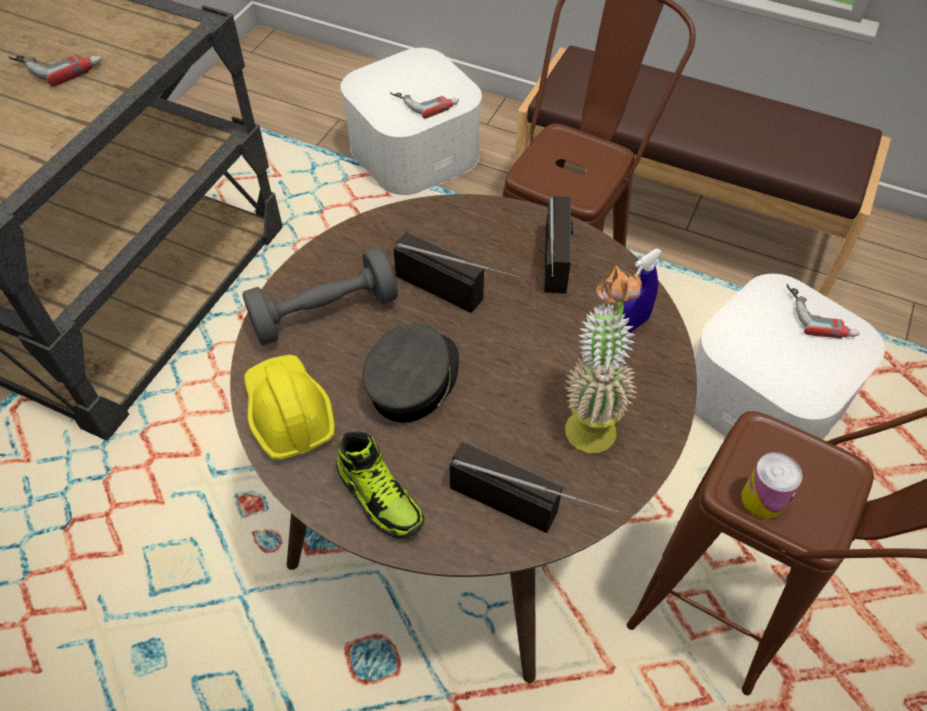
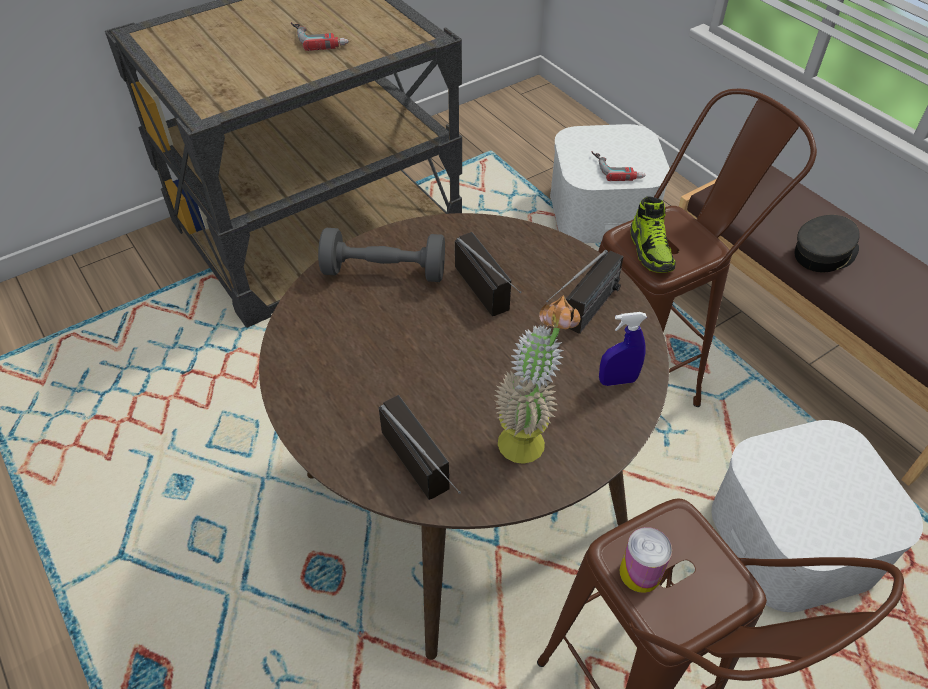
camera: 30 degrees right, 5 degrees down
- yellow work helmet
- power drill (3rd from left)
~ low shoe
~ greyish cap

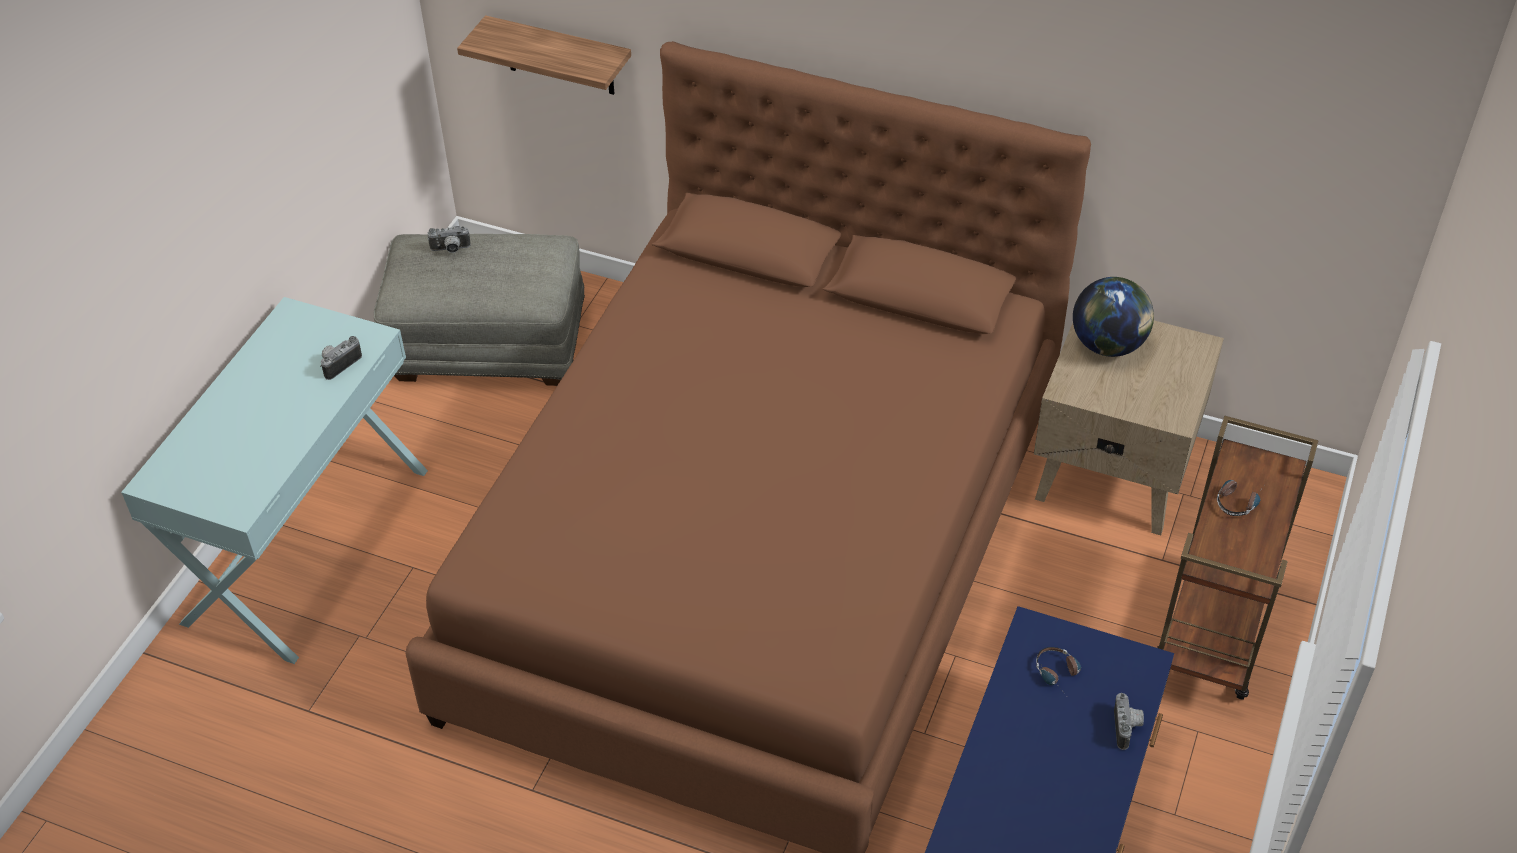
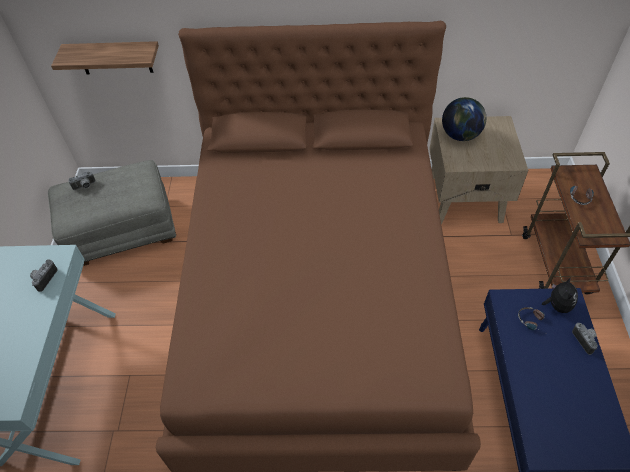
camera: 20 degrees left, 5 degrees up
+ soft toy

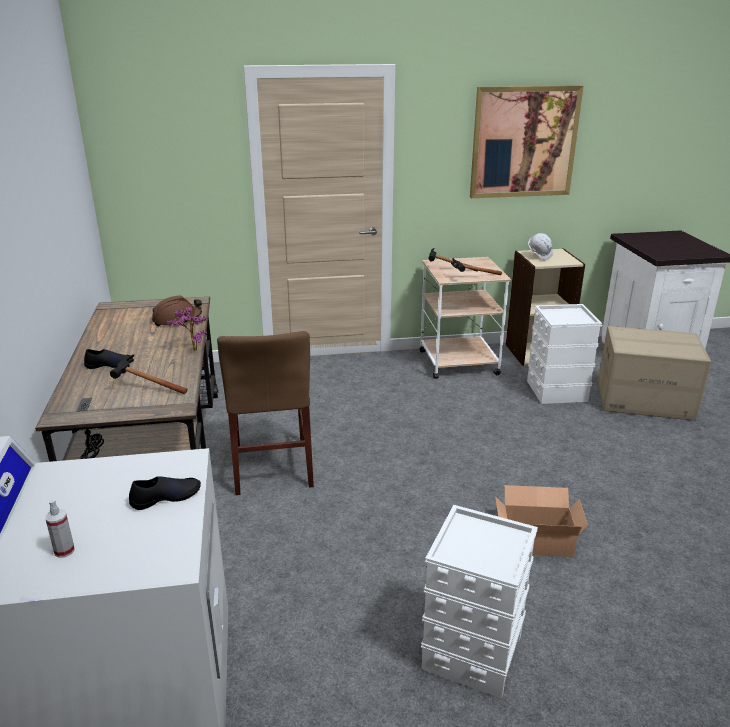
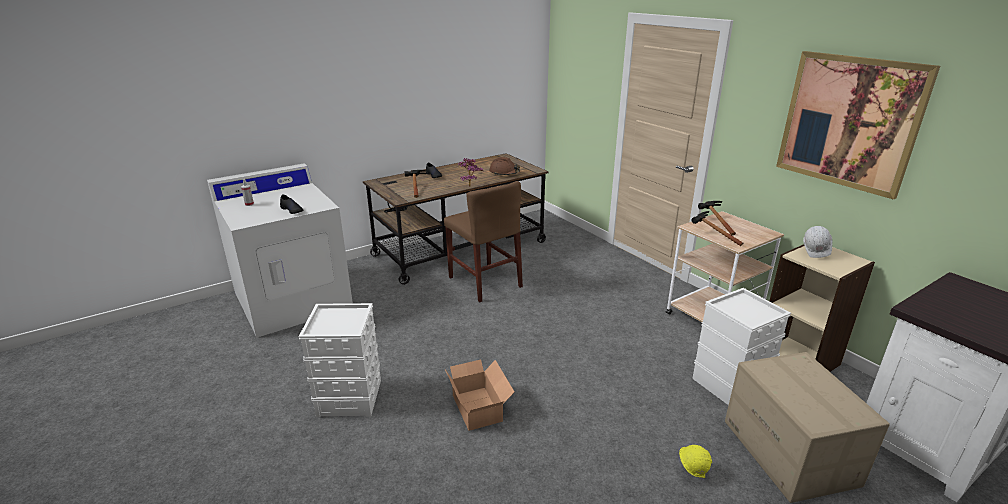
camera: 65 degrees right, 0 degrees up
+ yellow work helmet
~ brown-coloured chair 90 degrees counterclockwise

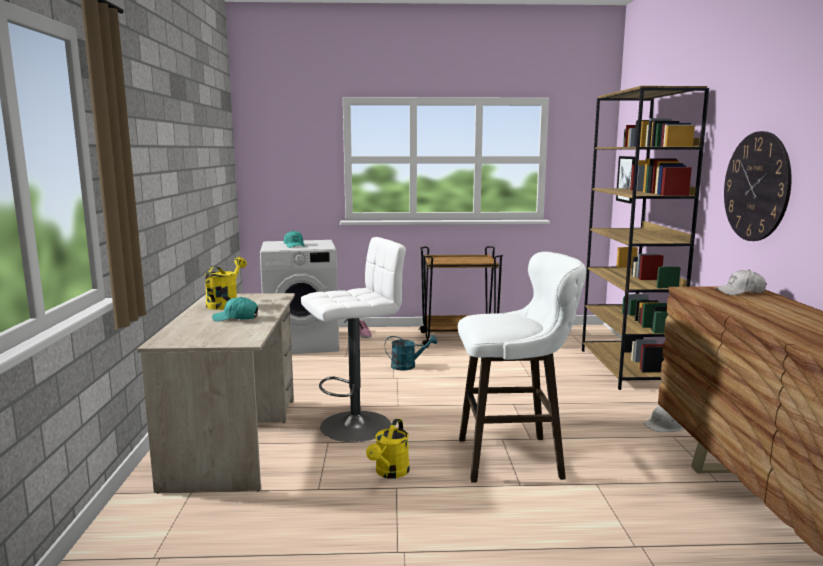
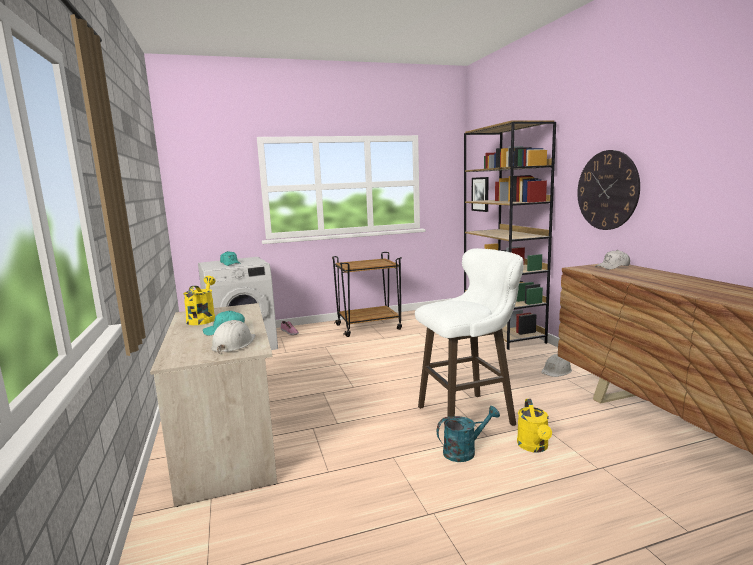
camera: 15 degrees left, 0 degrees up
- white stool (1st from left)
+ white work helmet (1st from left)
~ yellow watering pot (2nd from left)
~ turquoise-coloured watering pot

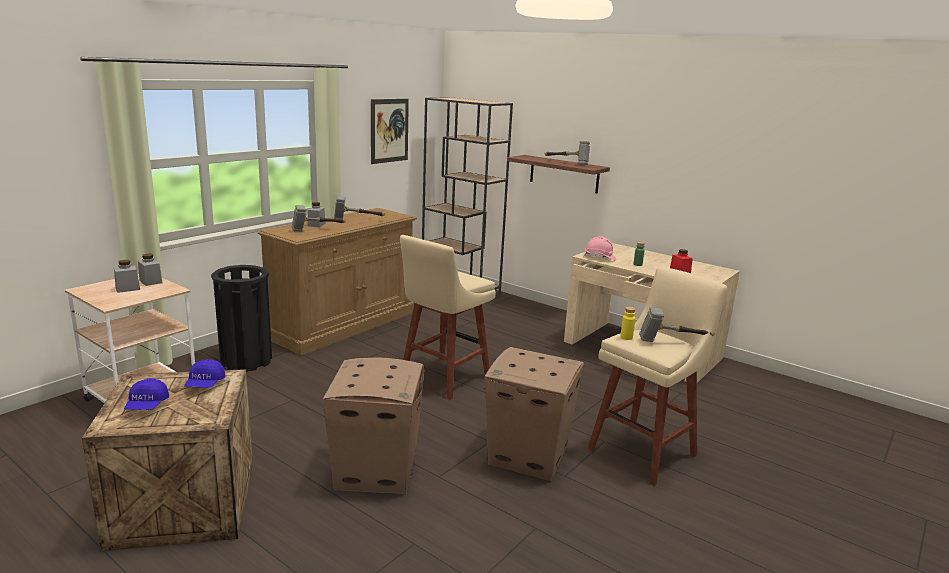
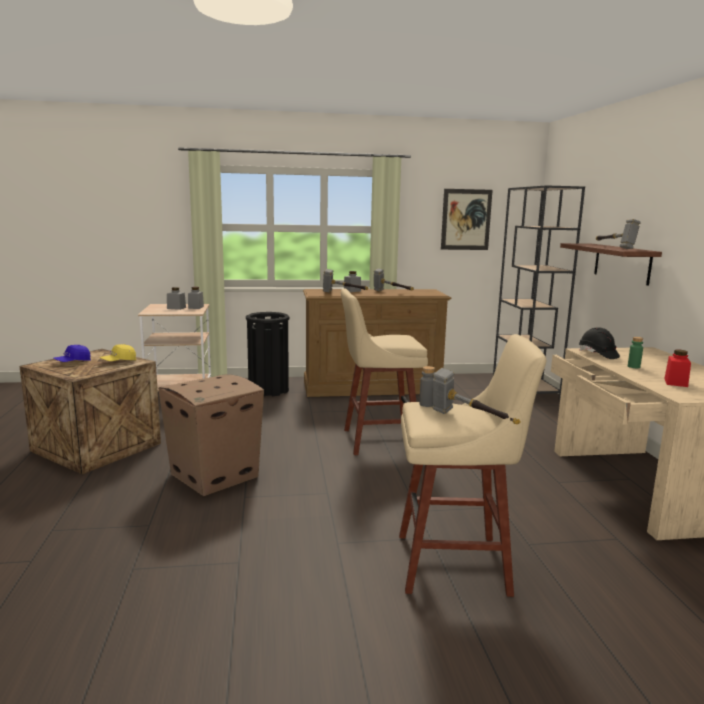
camera: 45 degrees right, 5 degrees down
- packing box (2nd from left)
~ blue-coloured cap (2nd from left) to yellow cap
~ pink work helmet to black-coloured work helmet
~ yellow bottle to greyish bottle

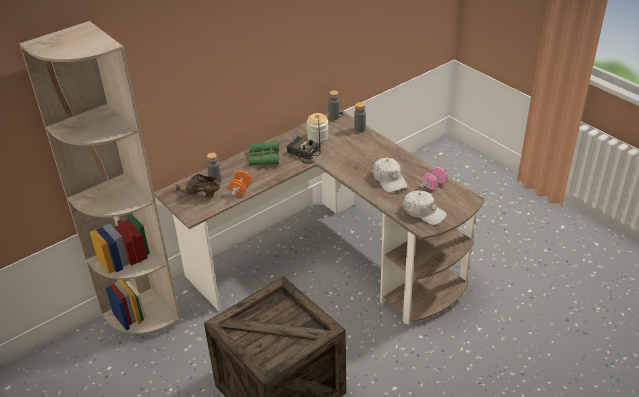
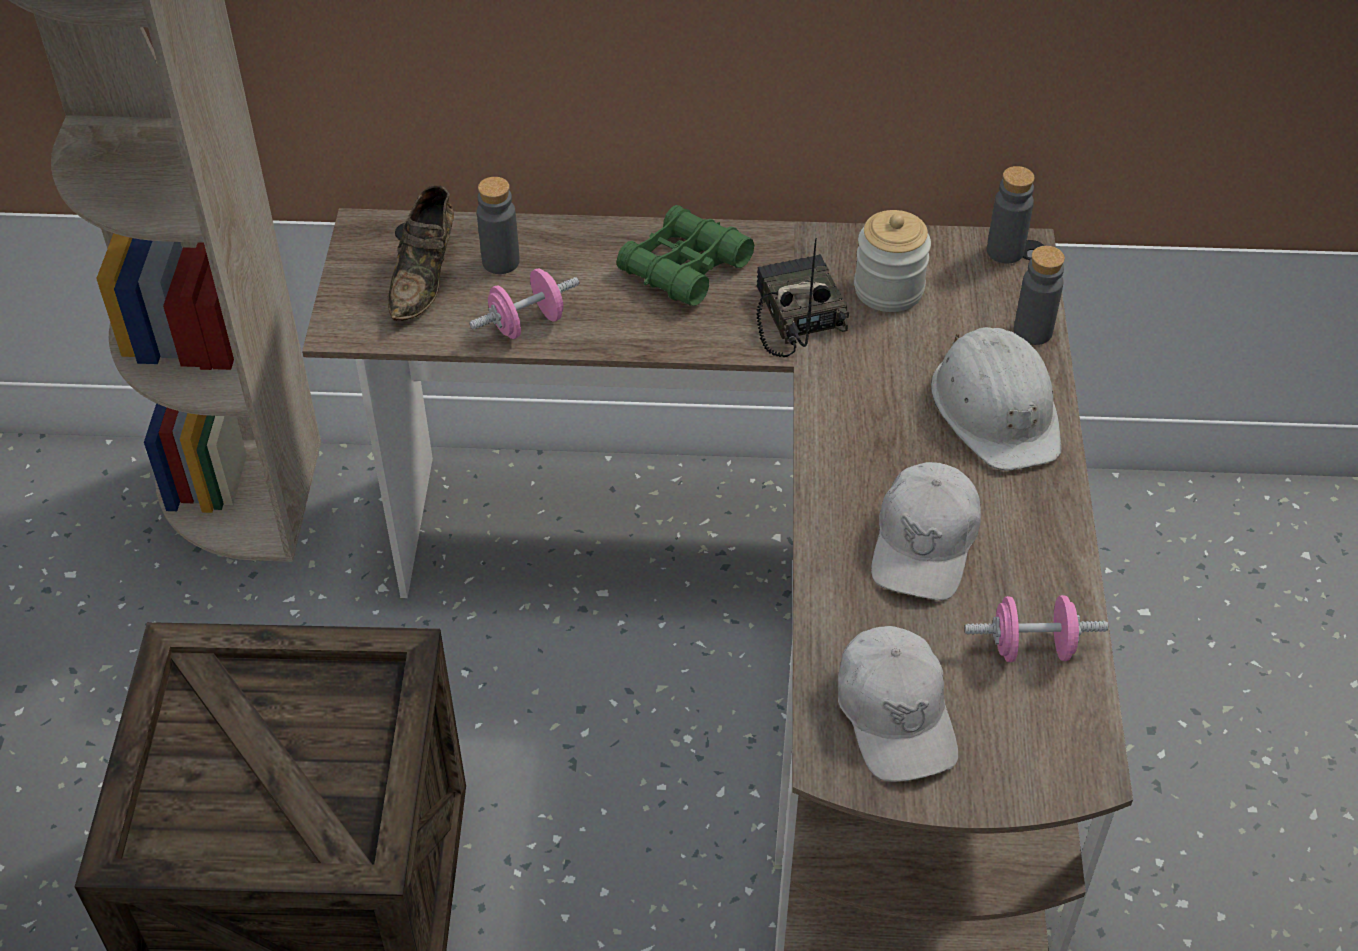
camera: 40 degrees right, 10 degrees up
+ white work helmet
~ orange hand weight to pink hand weight (1st from left)
~ brown-coloured low shoe 135 degrees counterclockwise

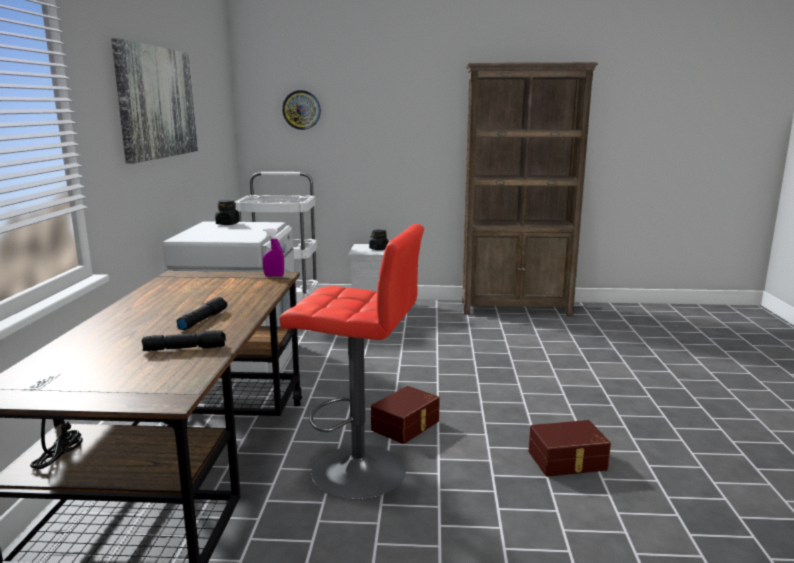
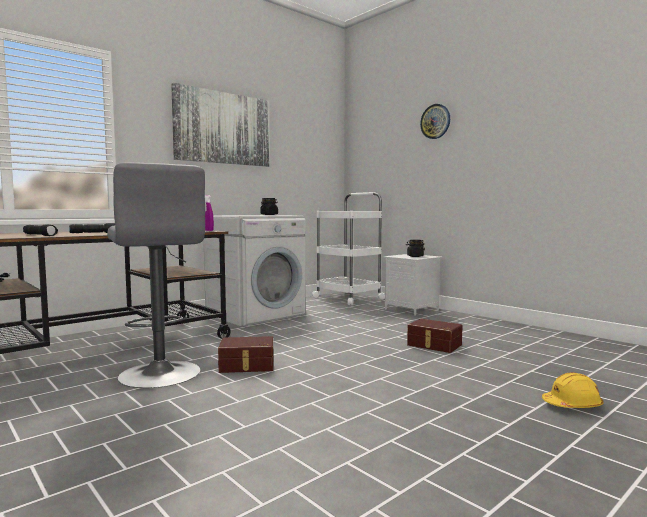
camera: 45 degrees right, 10 degrees down
- brown-coloured shelving unit
+ yellow work helmet
~ clock on the wall
~ brown-coloured storage box (2nd from left)
~ red-coloured stool to greyish stool

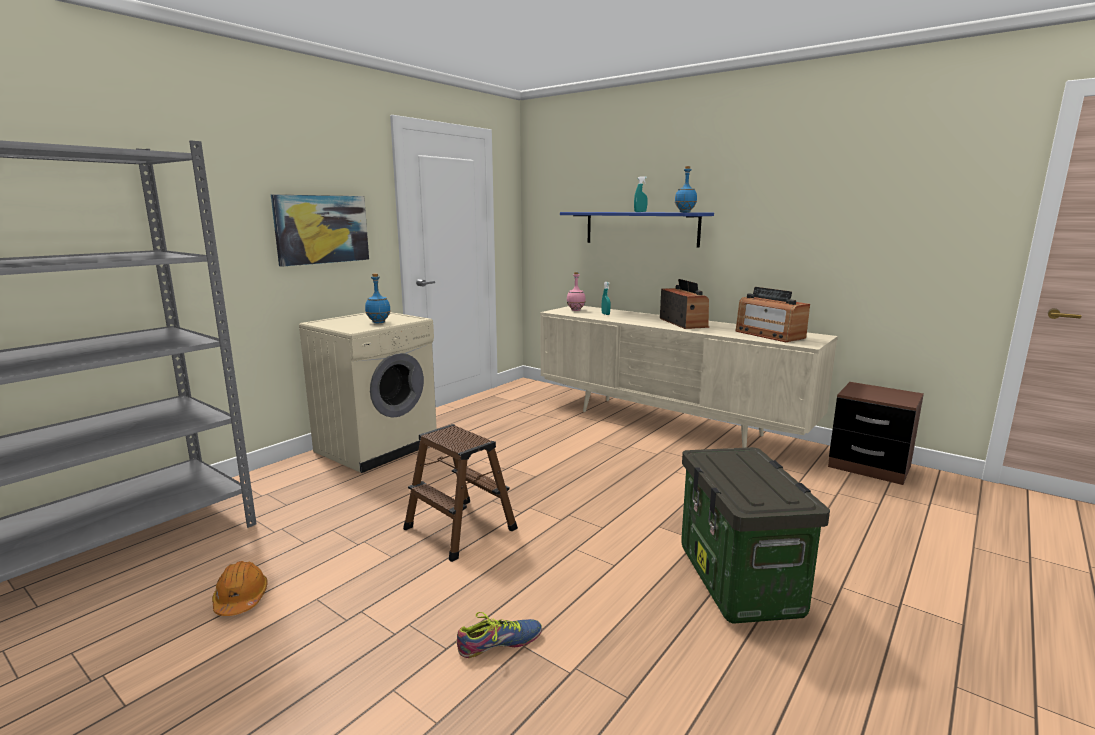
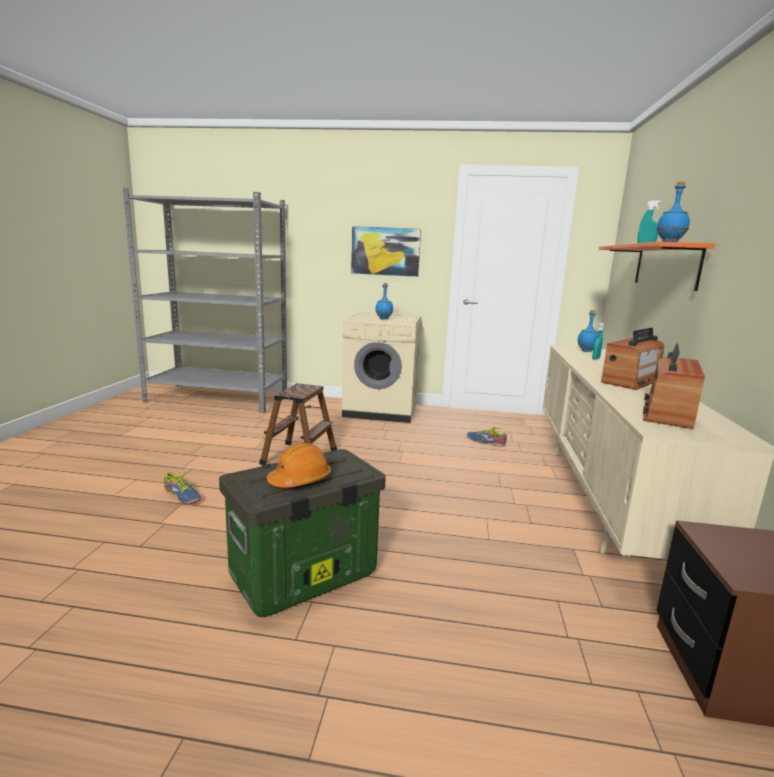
camera: 60 degrees right, 0 degrees up
+ low shoe (2nd from left)
~ orange work helmet
~ blue-coloured shelf to orange shelf
~ pink bottle to blue-coloured bottle (2nd from left)

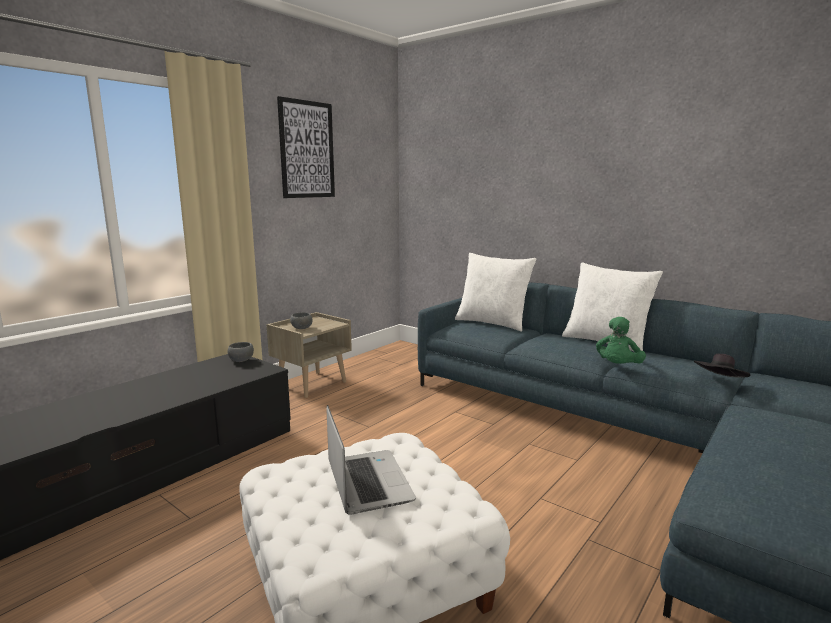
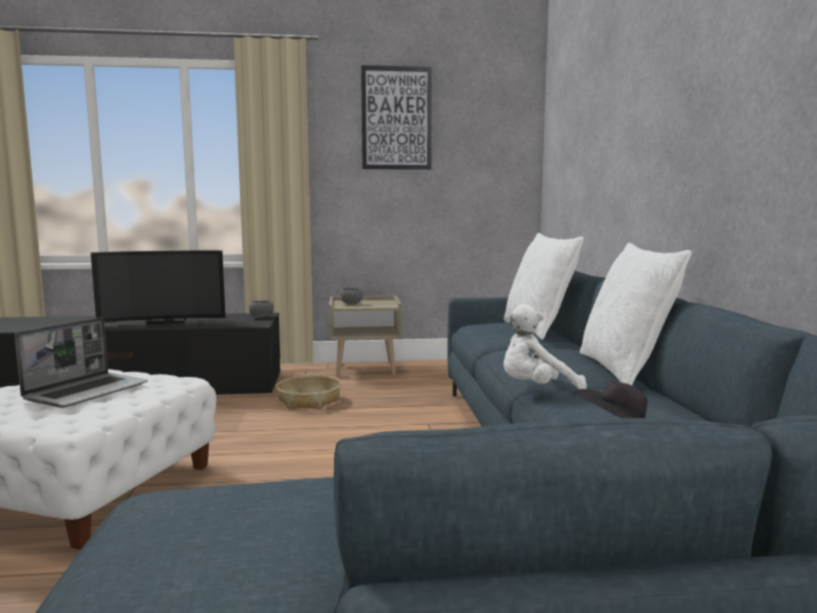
camera: 45 degrees right, 5 degrees down
+ television
+ storage basket
~ greenish soft toy to white soft toy

